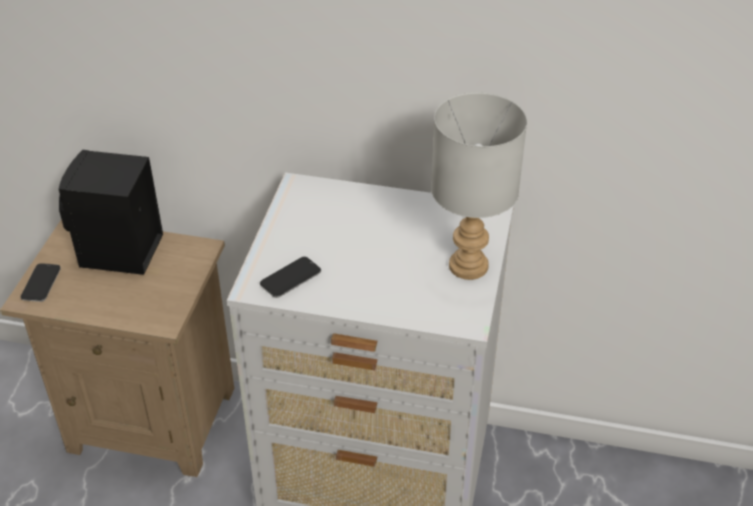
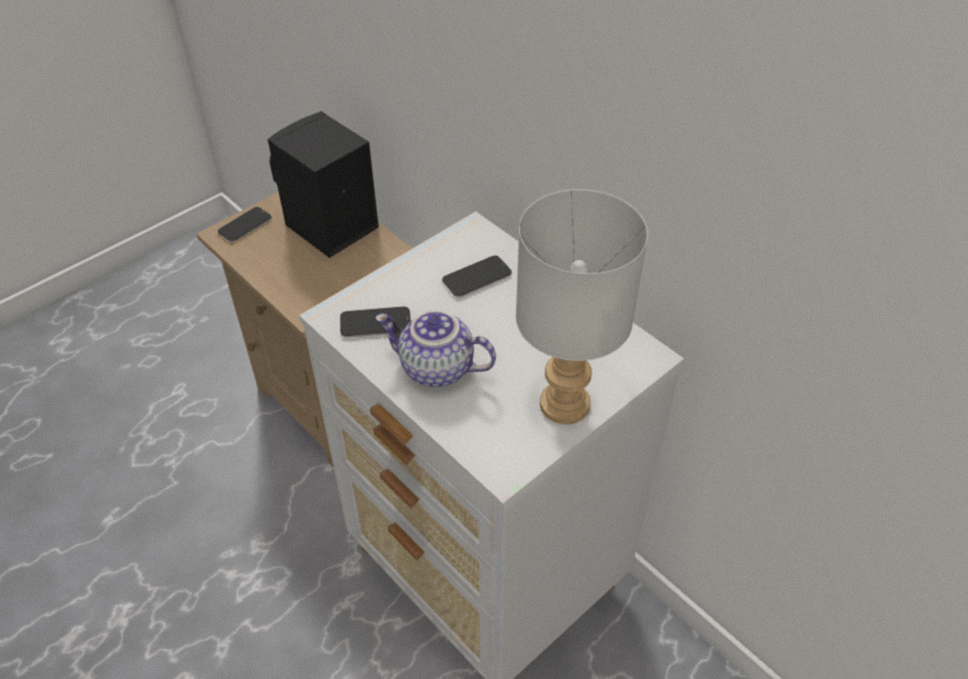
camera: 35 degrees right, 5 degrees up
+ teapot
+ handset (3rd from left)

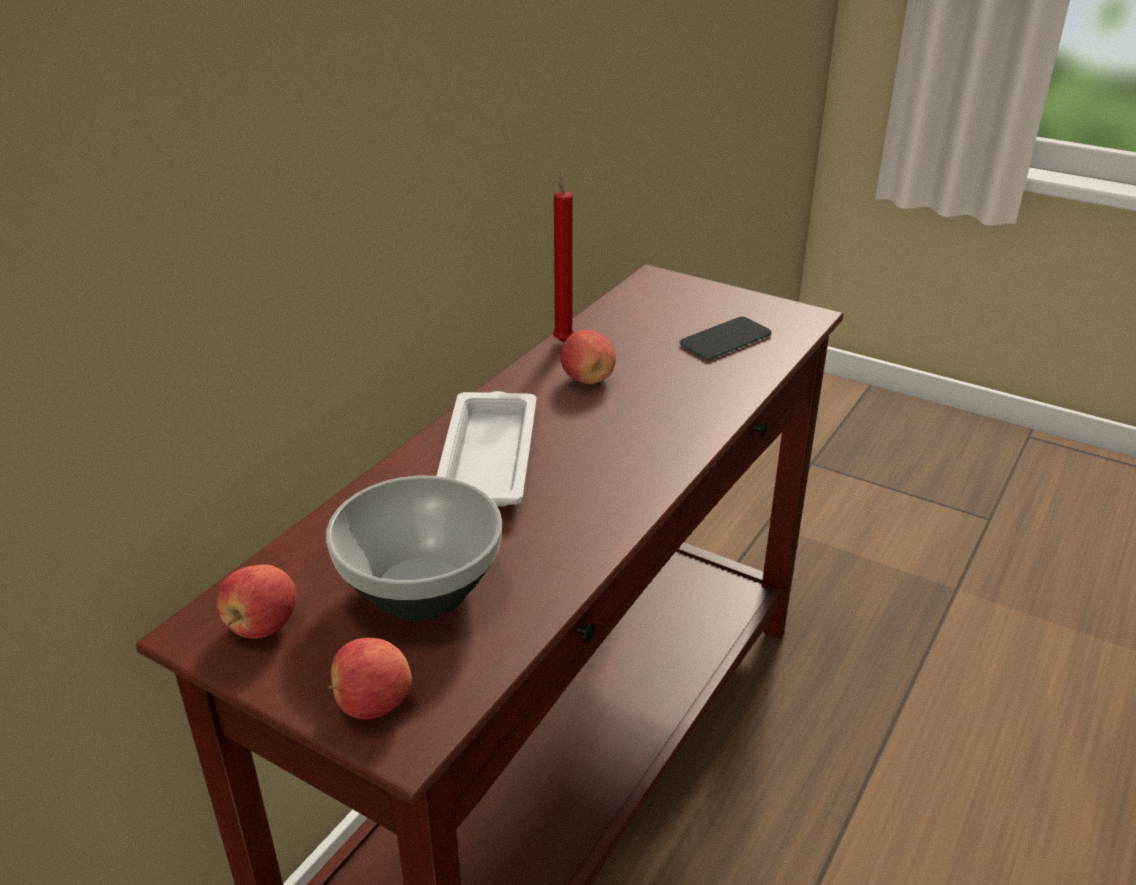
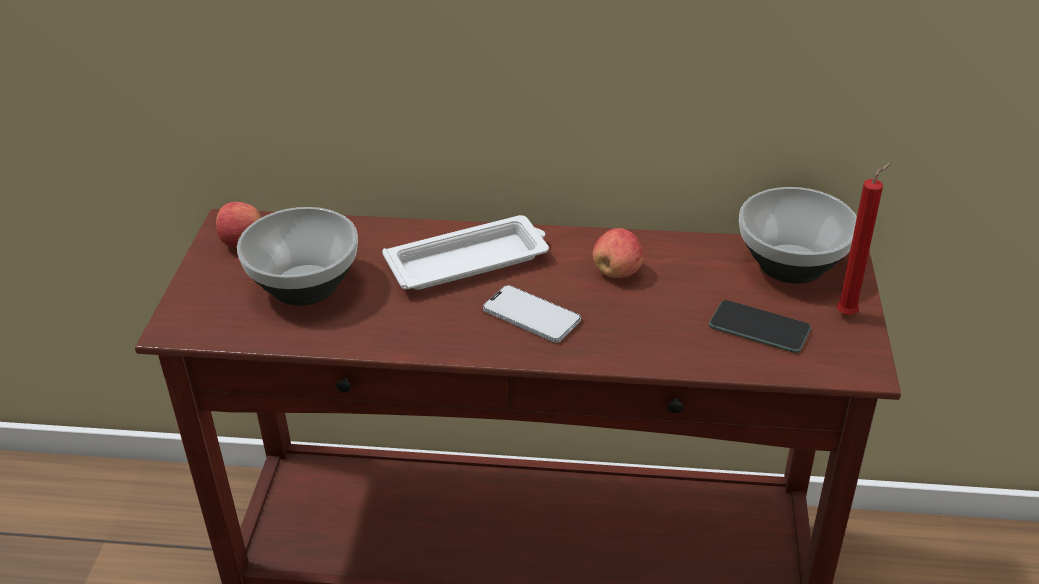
camera: 65 degrees right, 5 degrees up
- whole apple (2nd from left)
+ handset (1st from left)
+ bowl (2nd from left)
~ red-coloured wax candle

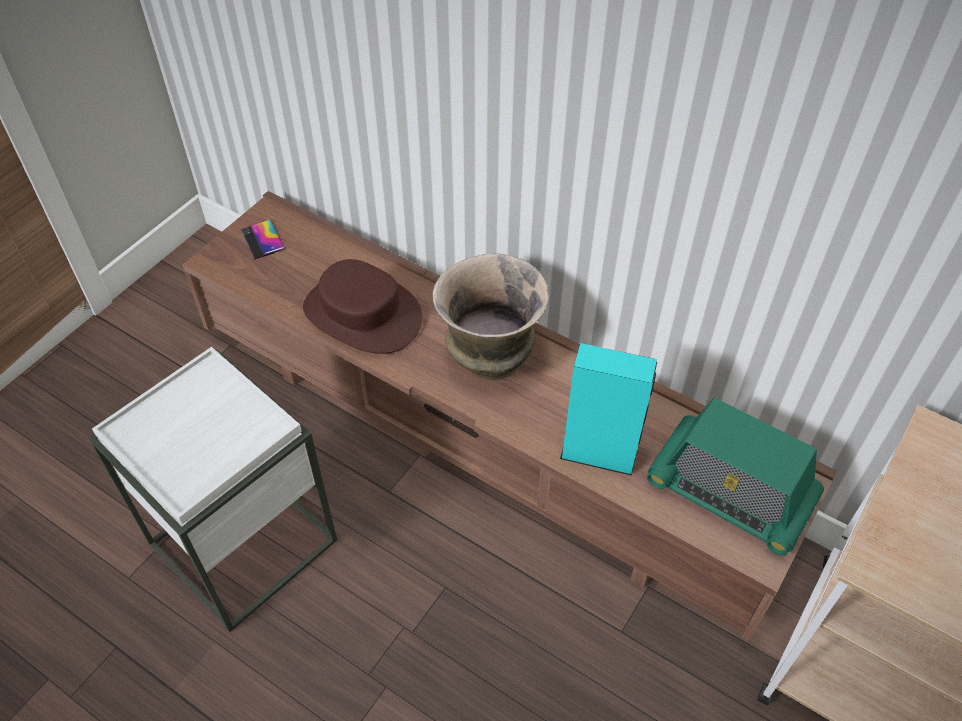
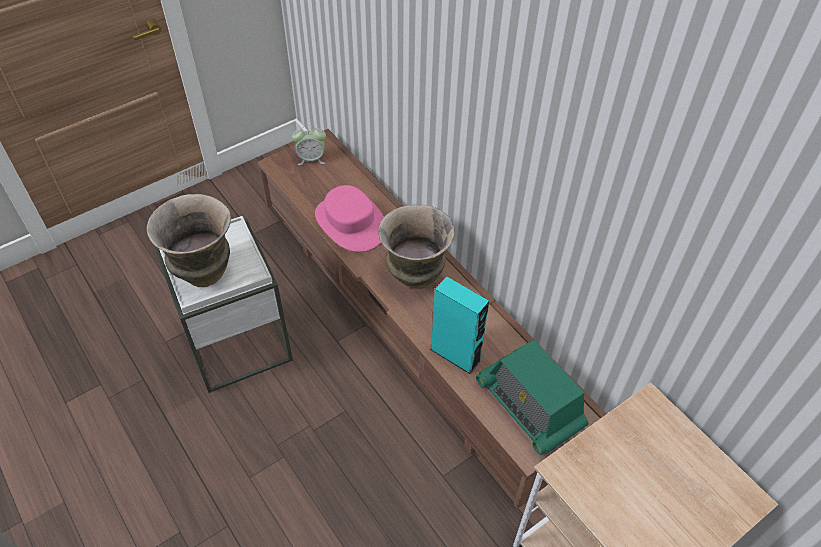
camera: 20 degrees right, 0 degrees up
+ decorative vase (1st from left)
~ handset to bedside clock
~ brown-coloured clothing hat to pink clothing hat

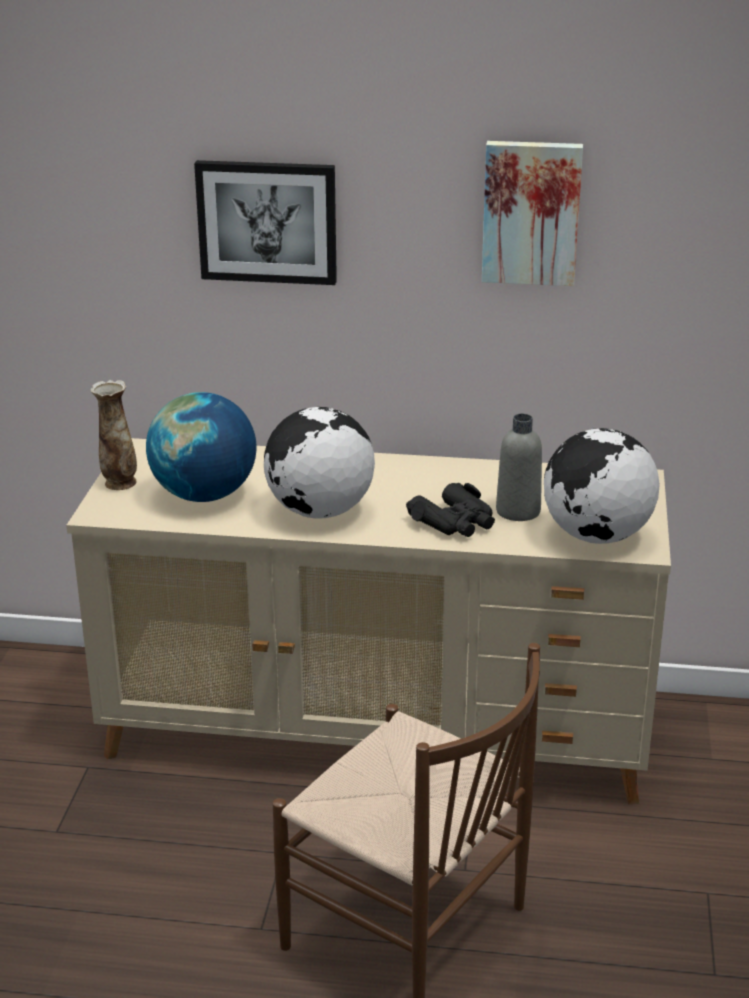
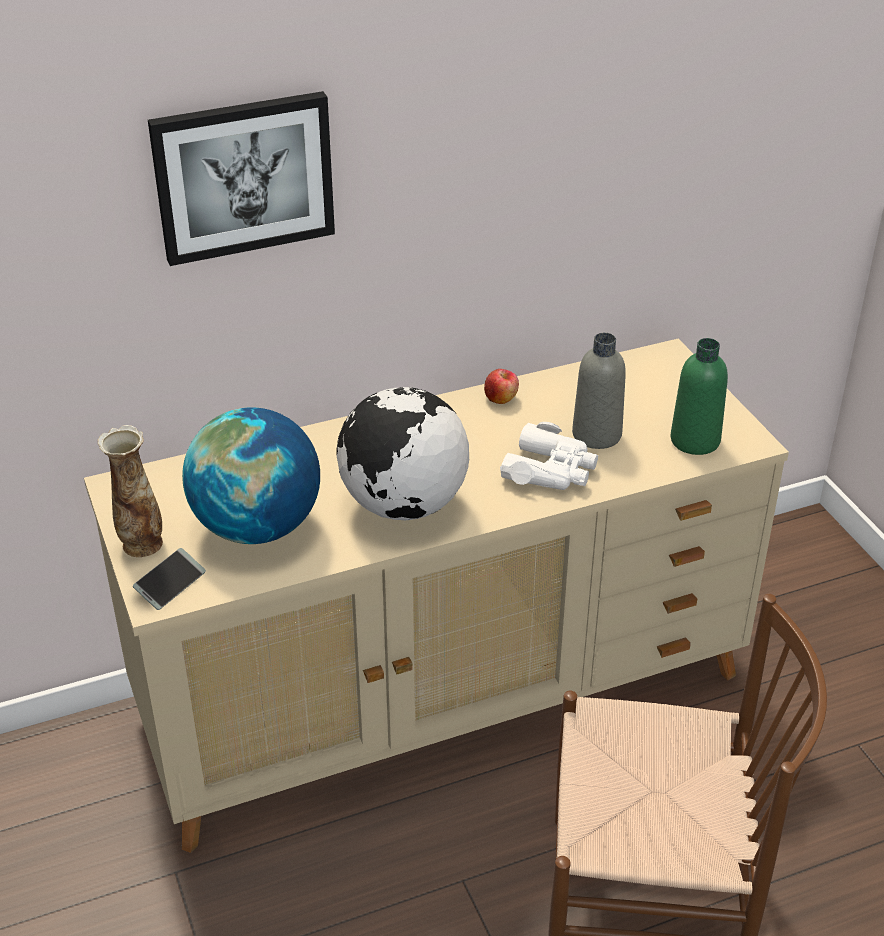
camera: 30 degrees left, 10 degrees up
- picture (2nd from left)
+ handset
+ whole apple
~ globe (3rd from left) to greenish bottle
~ black-coloured field glasses to white field glasses

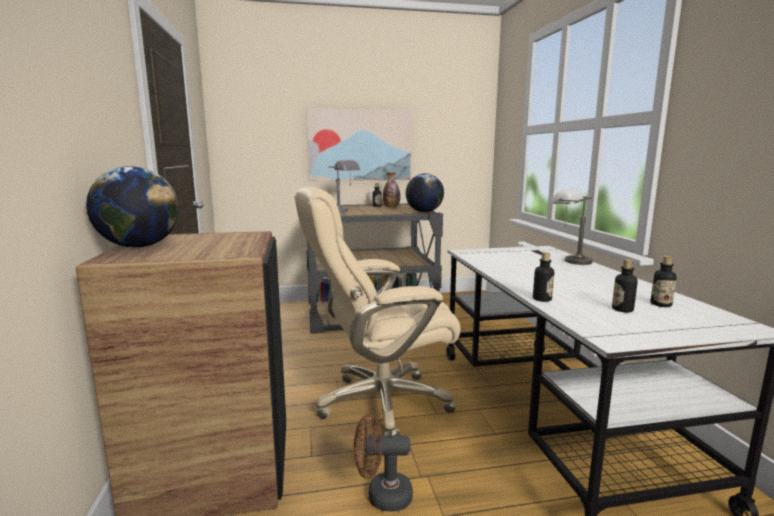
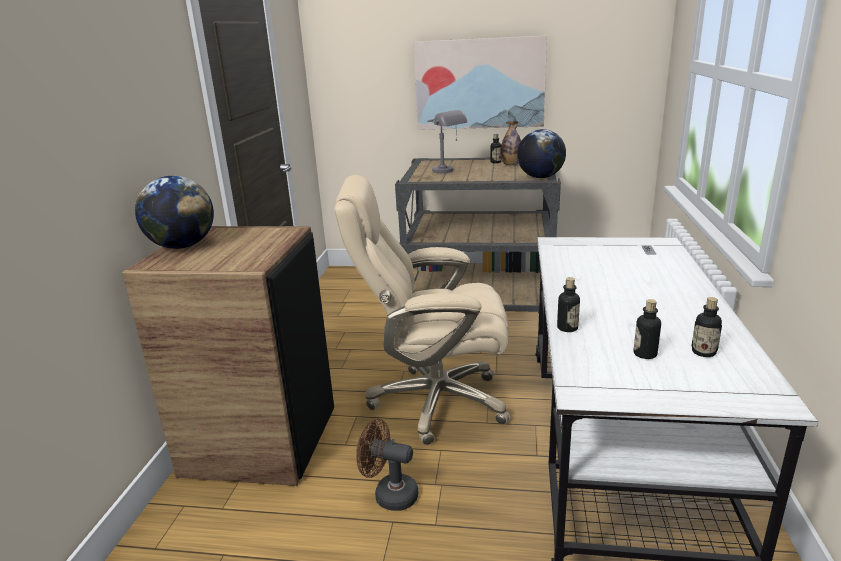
camera: 20 degrees right, 10 degrees up
- greyish tabletop lamp (2nd from left)

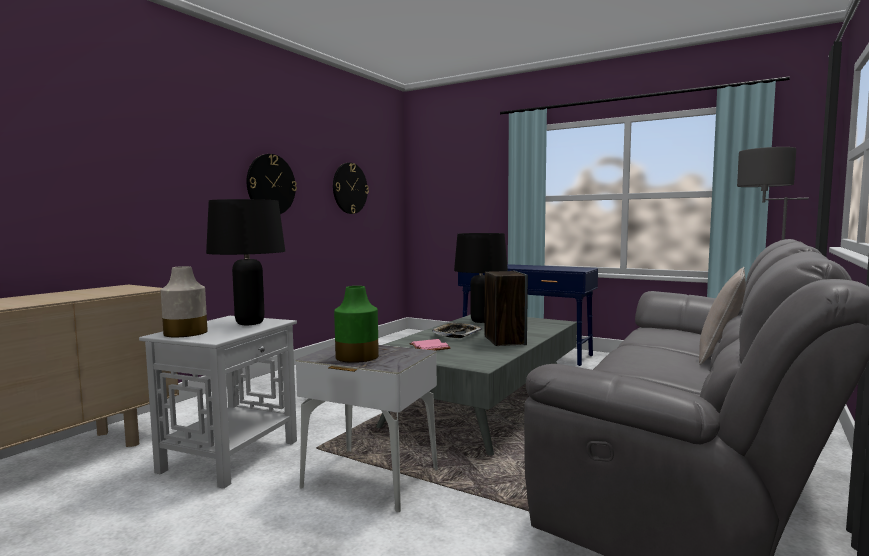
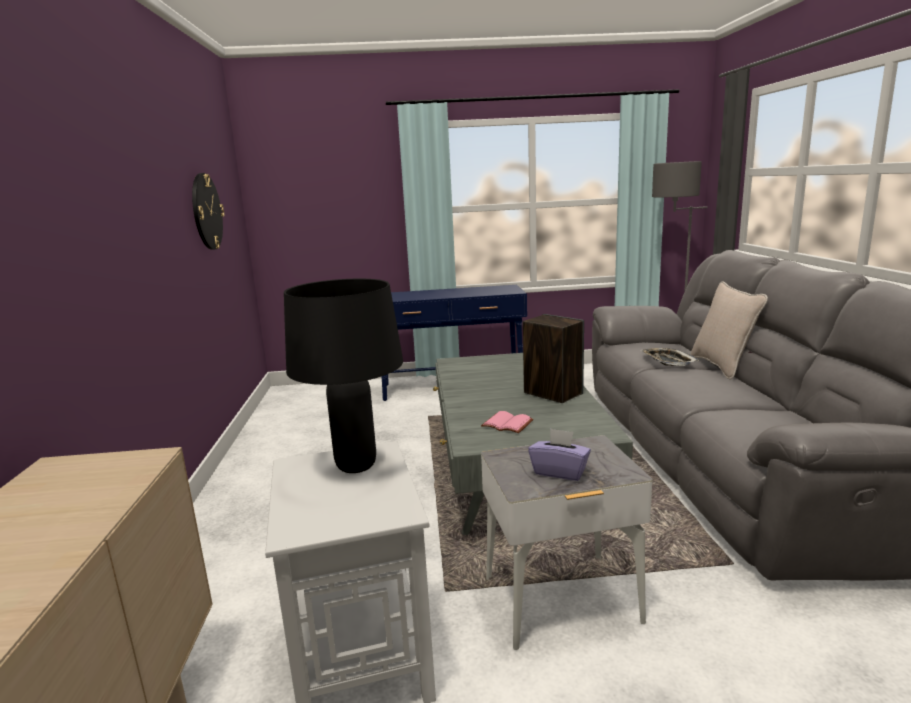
camera: 35 degrees left, 10 degrees up
- beige-coloured decorative vase
- clock on the wall (1st from left)
- black-coloured tabletop lamp (2nd from left)
~ carrying tray
~ greenish decorative vase to purple-coloured box of tissues

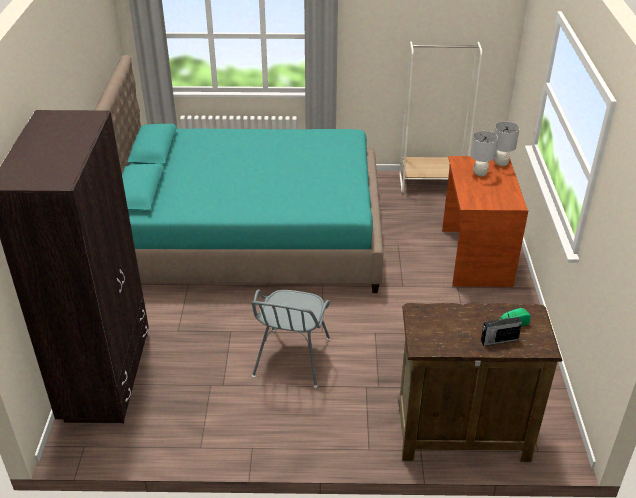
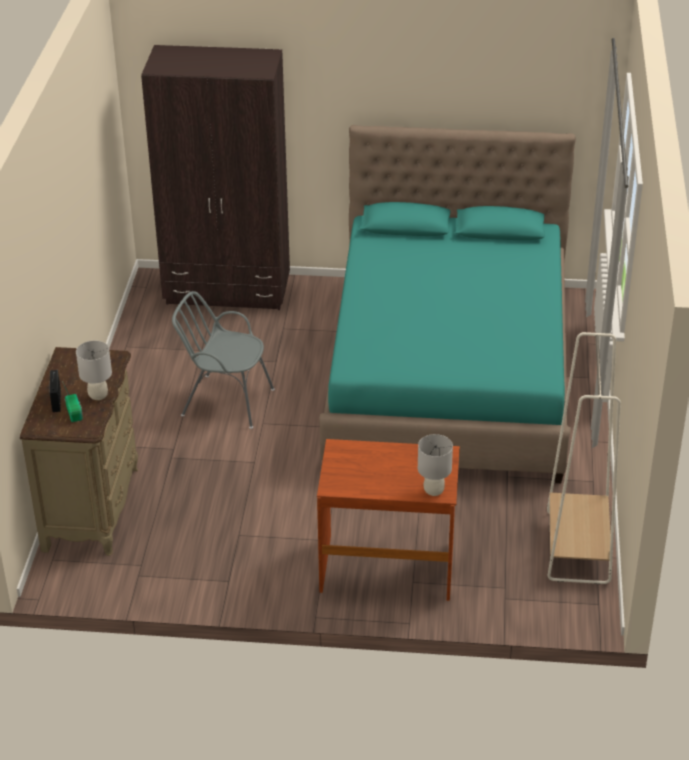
camera: 95 degrees right, 0 degrees up
~ greyish tabletop lamp (1st from left)

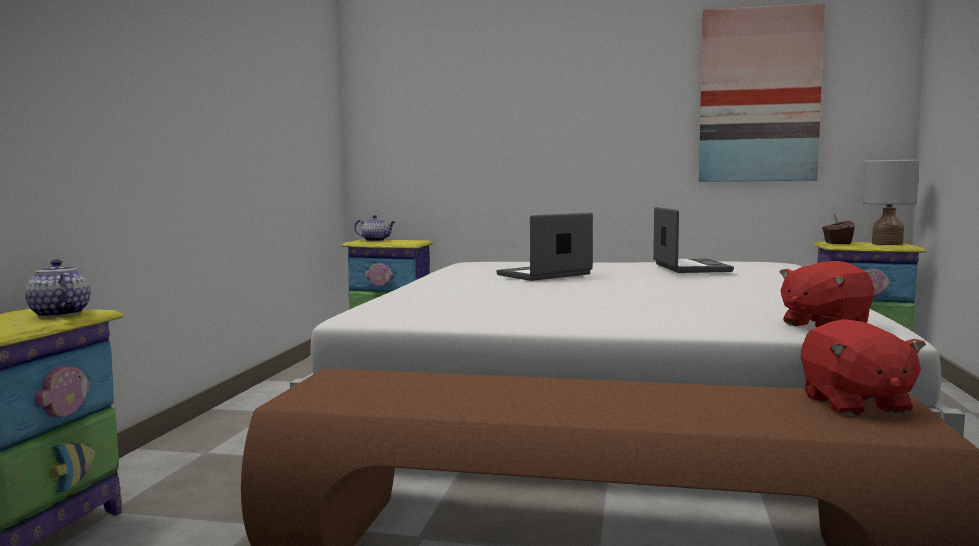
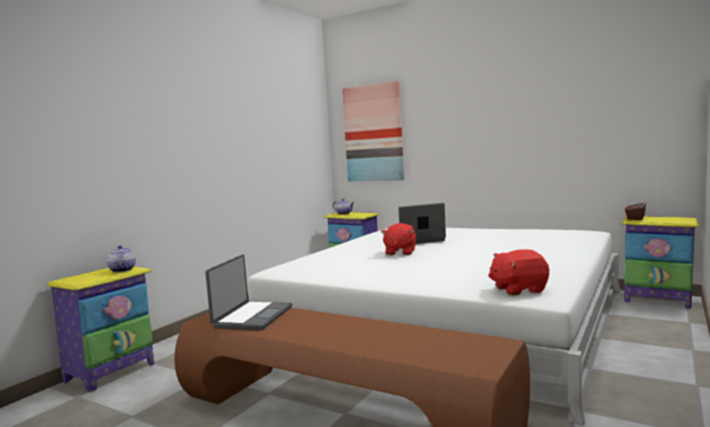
camera: 20 degrees right, 0 degrees up
- greyish tabletop lamp
~ portable computer (2nd from left in the first image) to portable computer (1st from left)
~ picture
~ red-coloured soft toy (2nd from left in the first image) to red-coloured soft toy (1st from left)

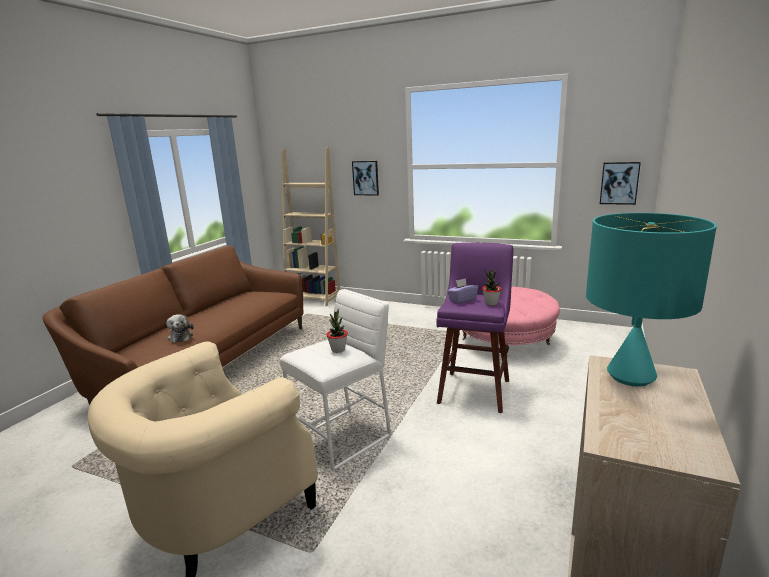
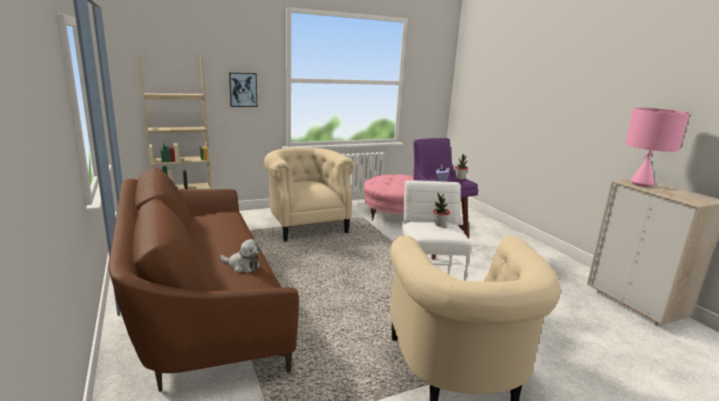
camera: 50 degrees left, 0 degrees up
- picture (2nd from left)
+ beige-coloured lounge chair (1st from left)
~ turquoise-coloured tabletop lamp to pink tabletop lamp

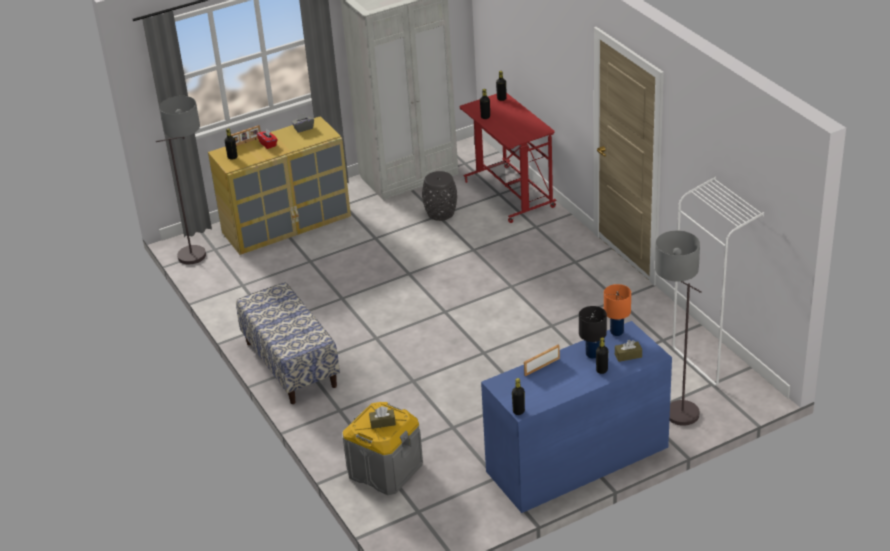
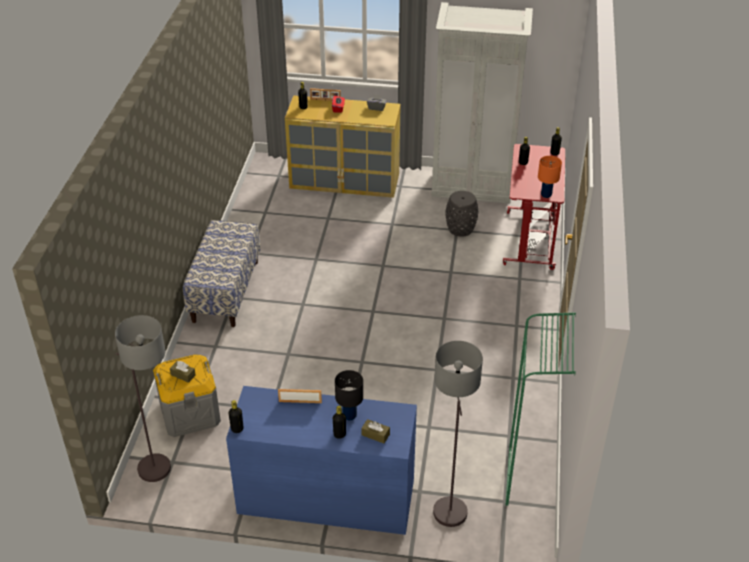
camera: 35 degrees right, 5 degrees up
~ greyish standard lamp (1st from left)
~ orange tabletop lamp
~ white clothes rack to greenish clothes rack

